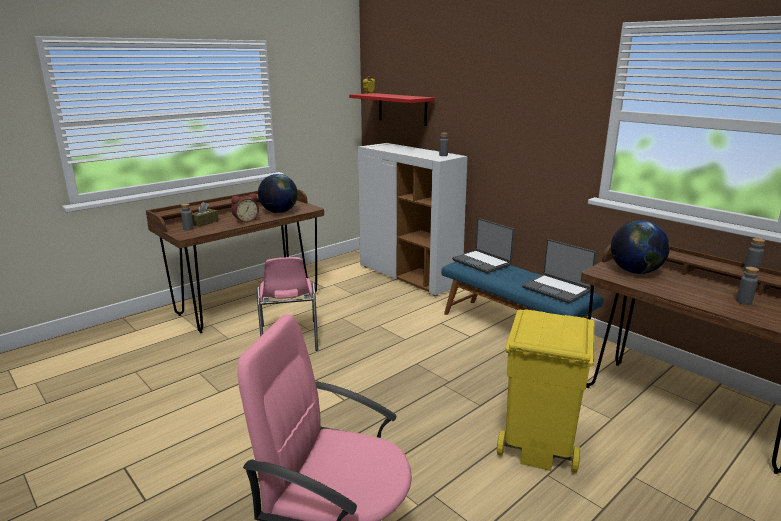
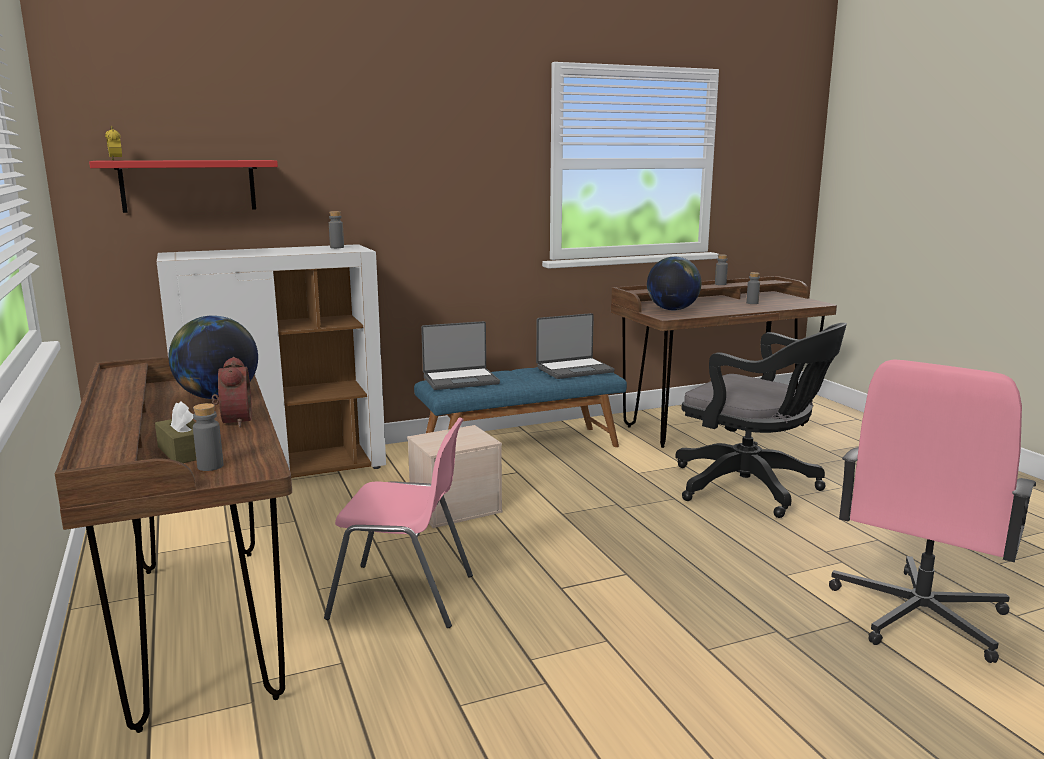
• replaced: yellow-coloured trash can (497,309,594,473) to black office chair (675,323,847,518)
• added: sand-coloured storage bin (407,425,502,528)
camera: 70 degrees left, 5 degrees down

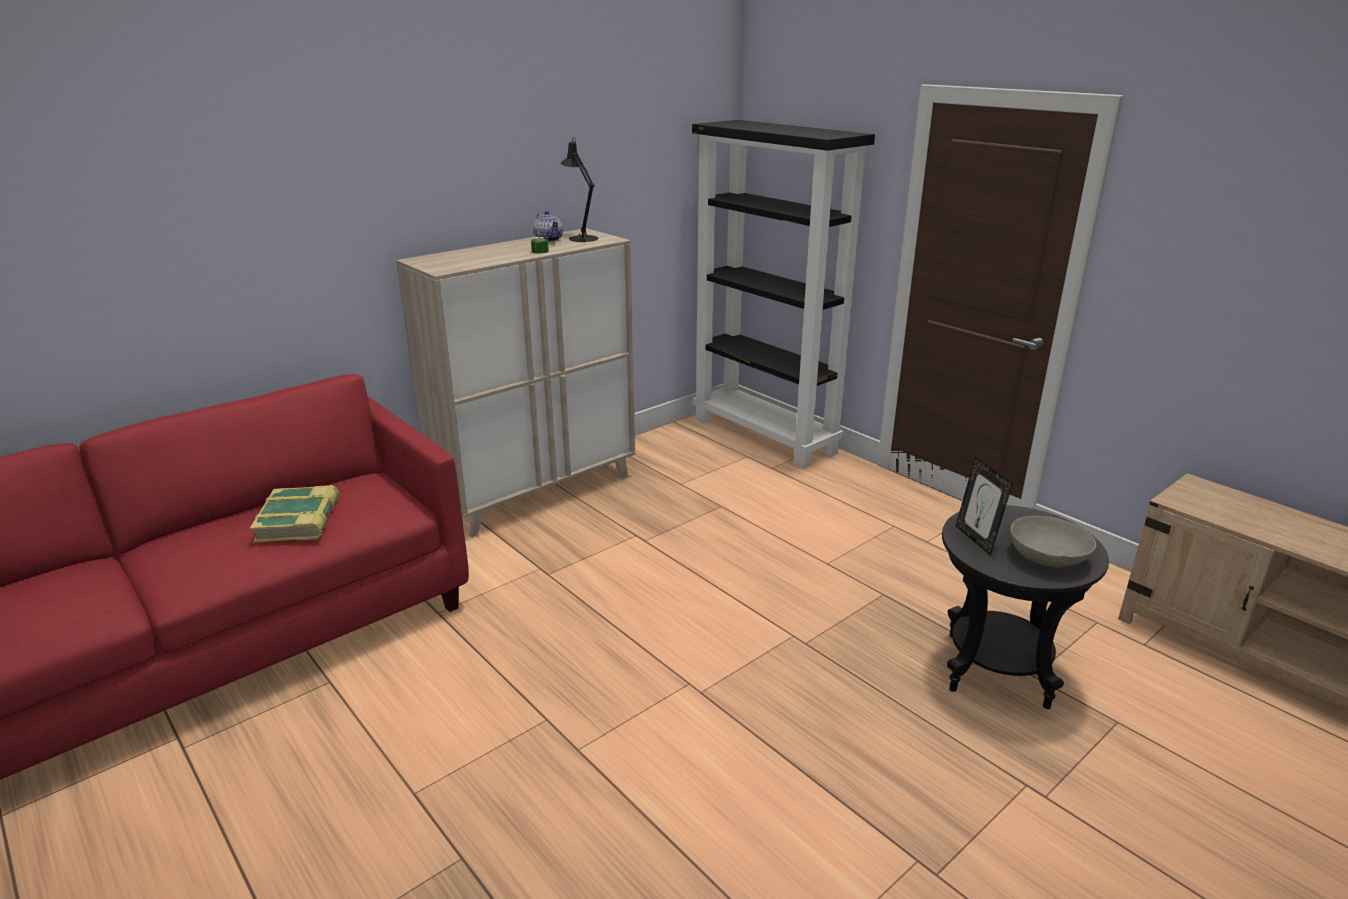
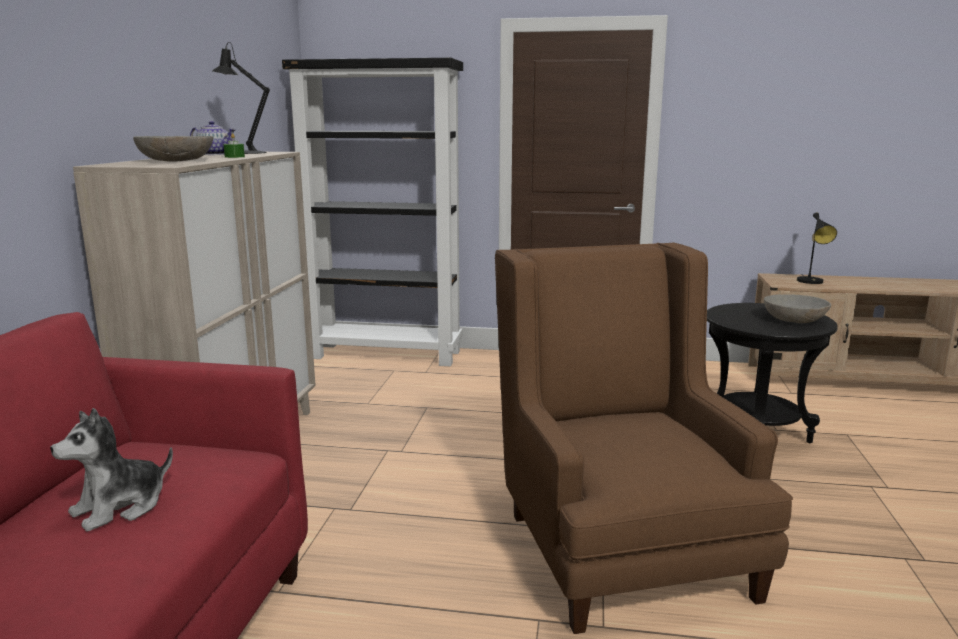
• replaced: bound book (250,485,340,543) to cuddly toy (50,408,173,532)
• removed: picture frame (956,457,1013,556)
• added: grey deep dish (133,136,214,162)
• added: brownish armchair (495,242,793,634)
• added: black table lamp (797,212,837,284)
camera: 40 degrees left, 10 degrees down

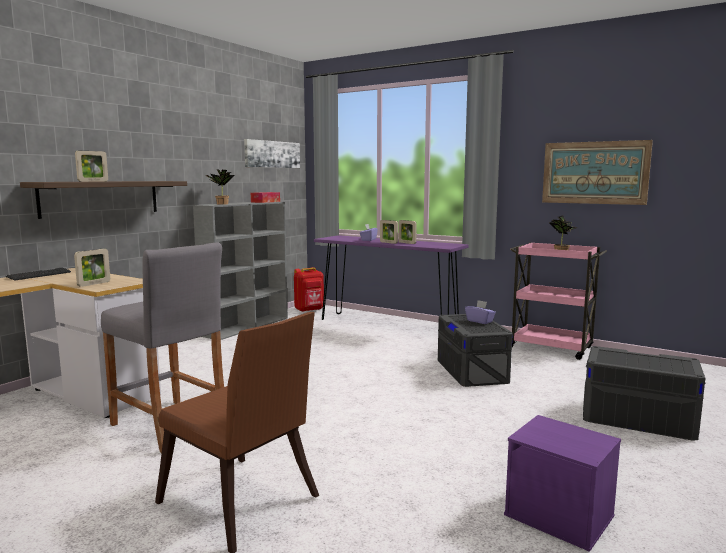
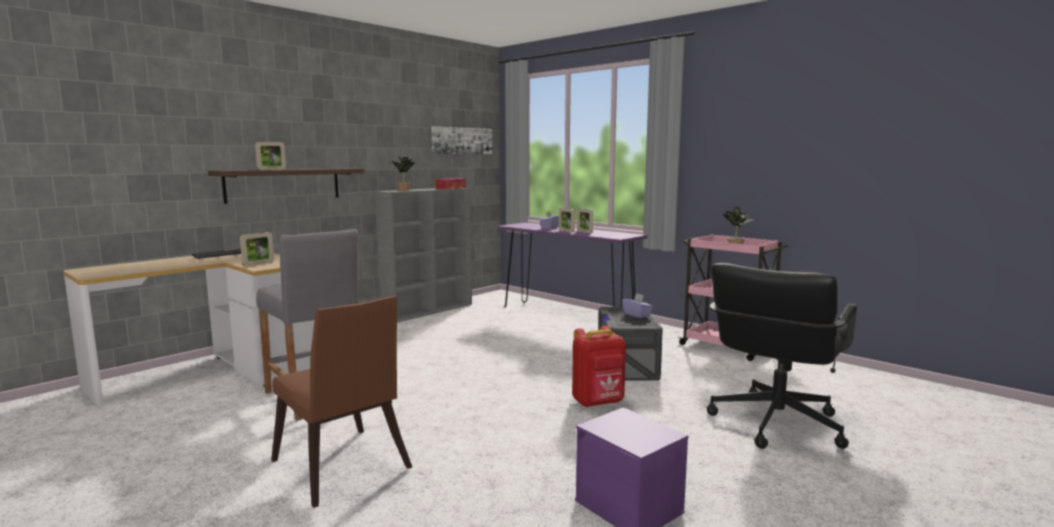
• moved: red-coloured backpack (294,267,324,312) to (572,326,626,407)
• removed: wall picture (542,140,653,205)
• replaced: grey storage bin (583,346,706,441) to black office chair (707,263,857,449)
camera: 10 degrees right, 0 degrees up

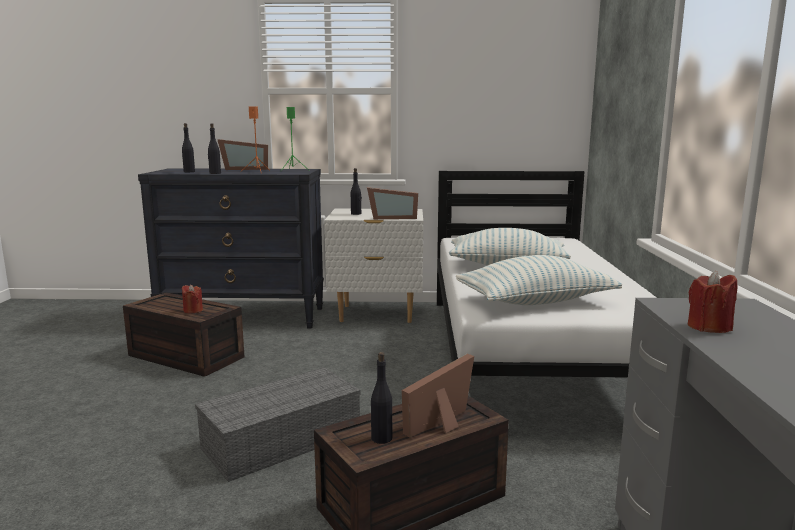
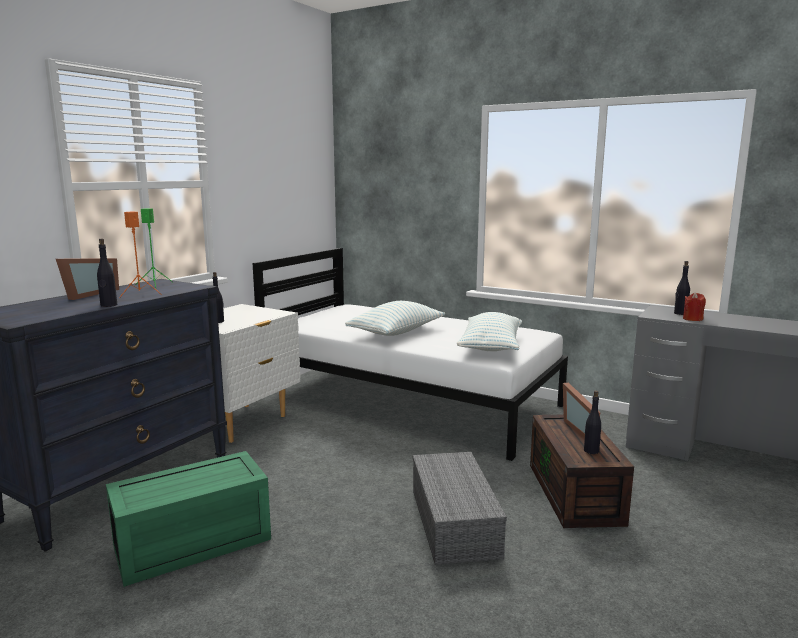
• recoloured: brownish storage bin (123,292,245,377) to green-coloured storage bin (106,451,271,587)
• moved: black drink bottle (182,123,195,172) to (674,261,690,315)
• removed: red-coloured candle (182,284,203,314)
• removed: picture frame (367,187,418,219)
camera: 60 degrees left, 0 degrees up

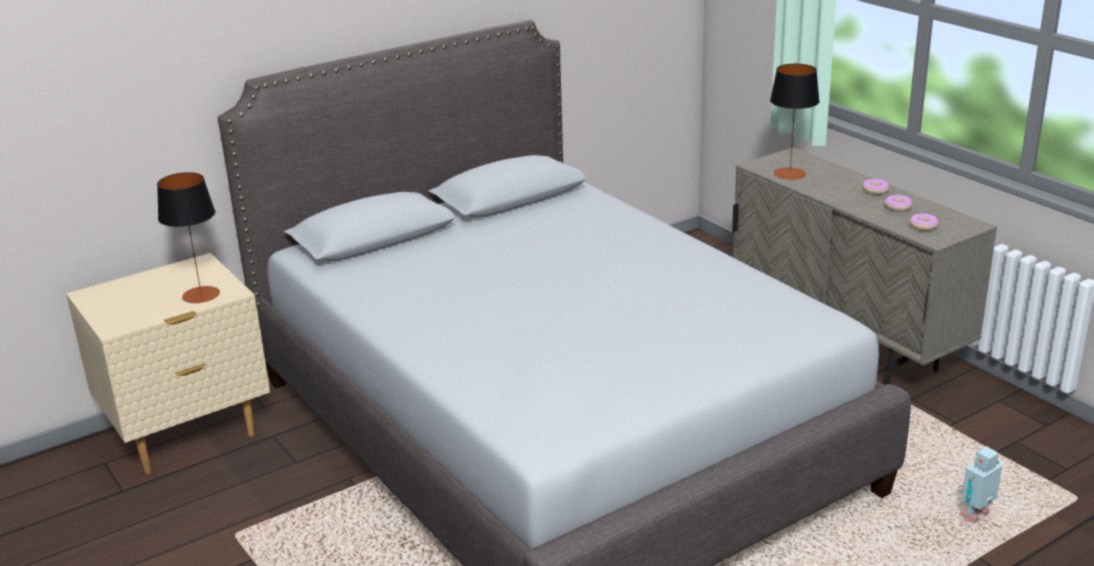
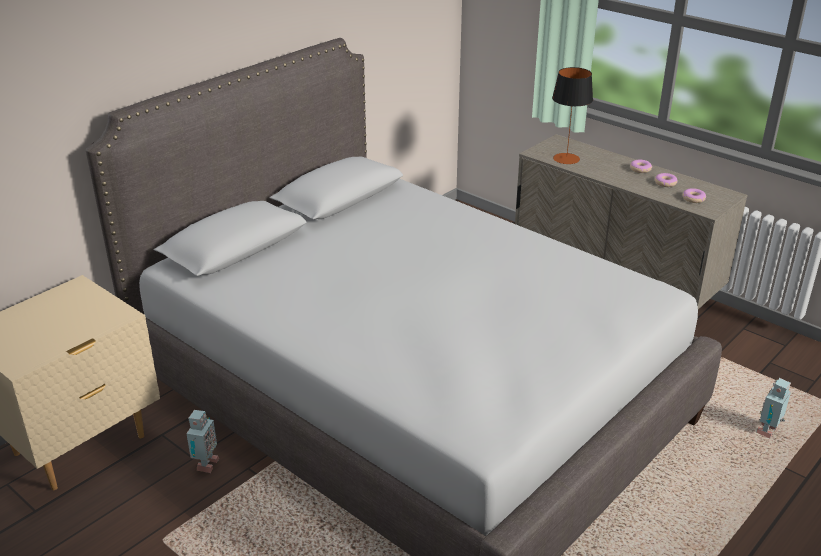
• removed: table lamp (157,172,220,303)
• added: toy robot (186,410,219,473)
camera: 15 degrees left, 5 degrees up

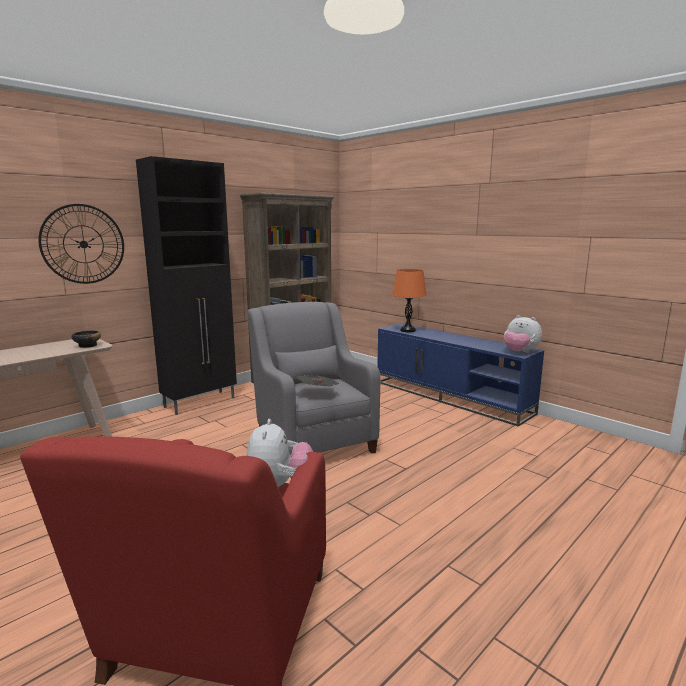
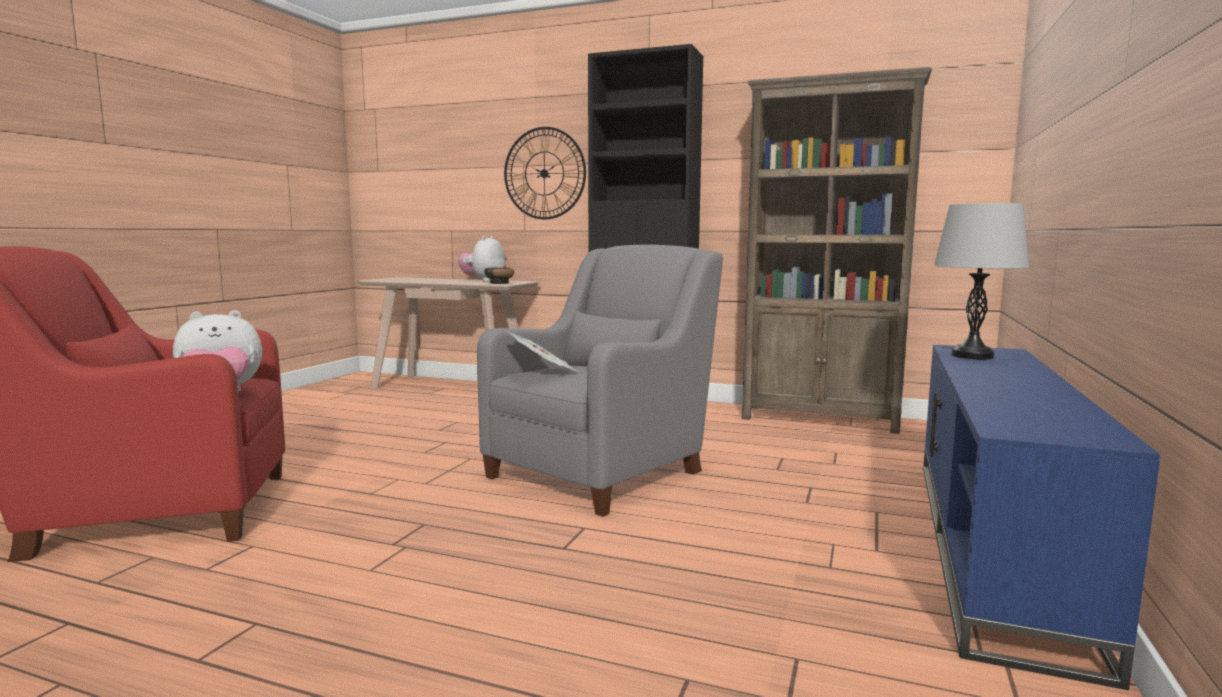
• recoloured: orangey table lamp (392,269,426,332) to grey table lamp (934,203,1029,359)
• moved: cuddly toy (504,315,542,353) to (458,236,505,282)
camera: 65 degrees right, 5 degrees down

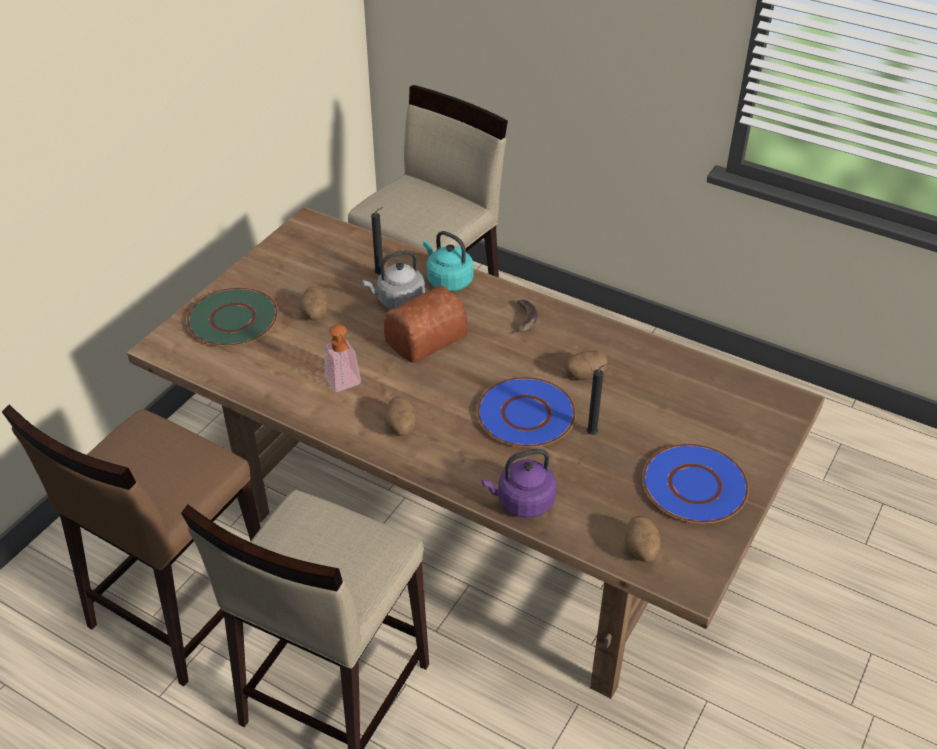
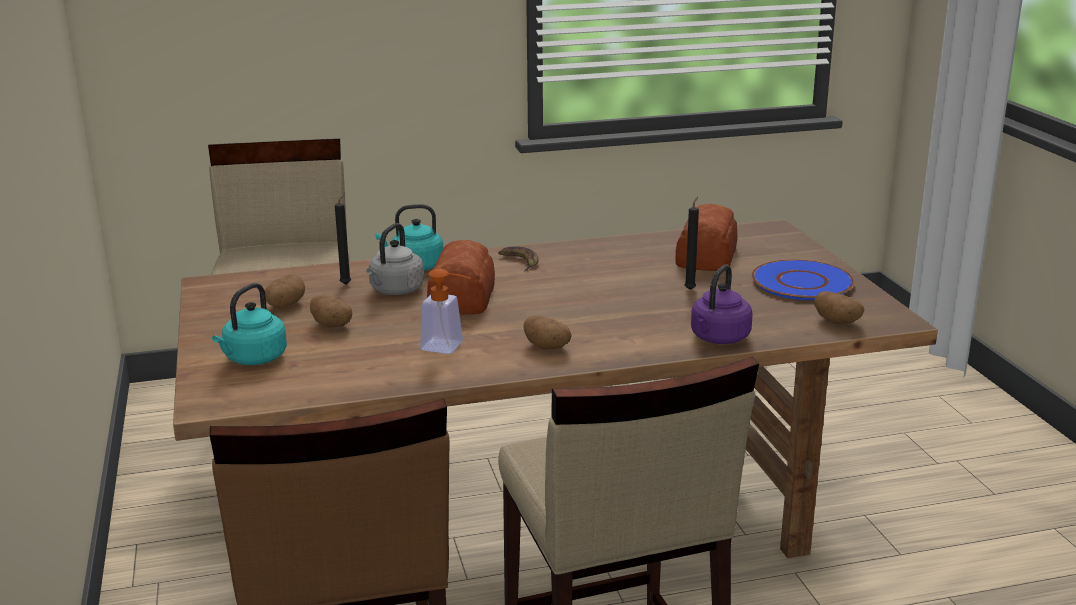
• replaced: green-coloured dinner plate (187,288,278,347) to turquoise kettle (212,283,287,365)
• removed: blue dinner plate (477,377,576,447)
• moved: spud (564,351,608,380) to (265,274,305,308)
• added: bakery bread (676,204,738,271)
camera: 45 degrees left, 20 degrees down

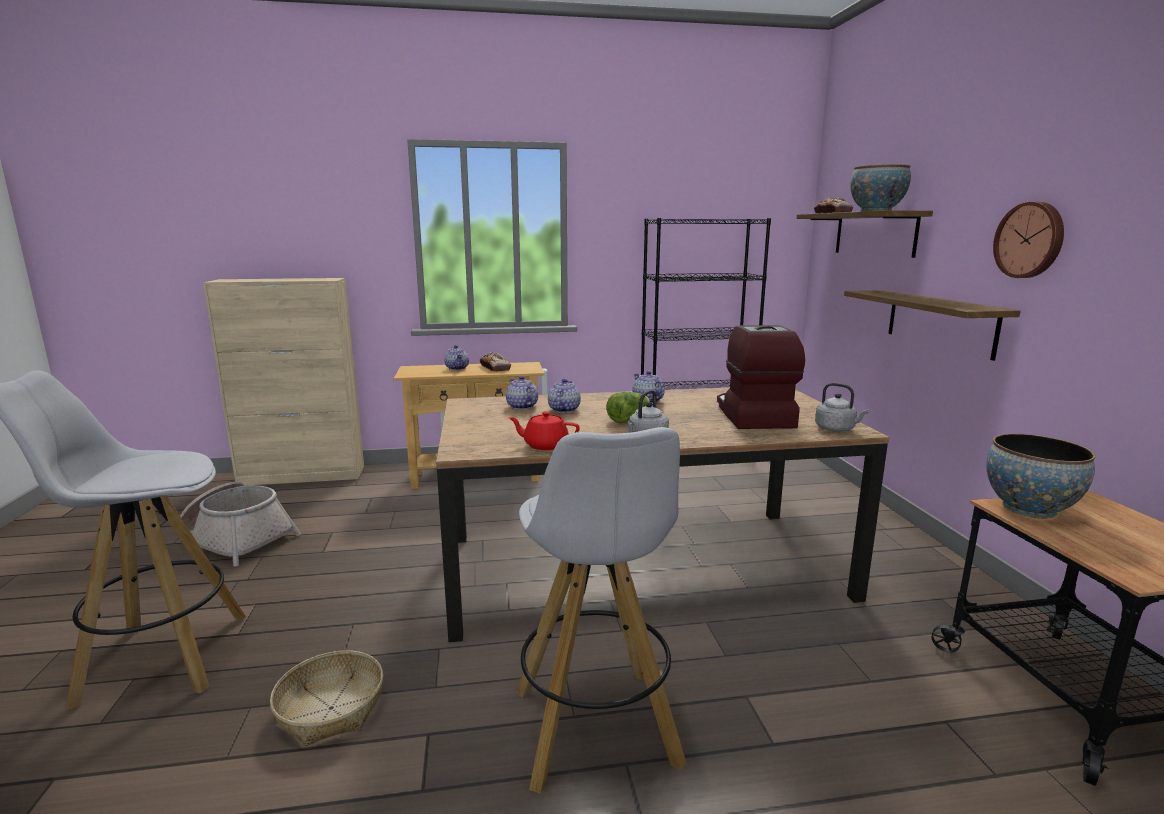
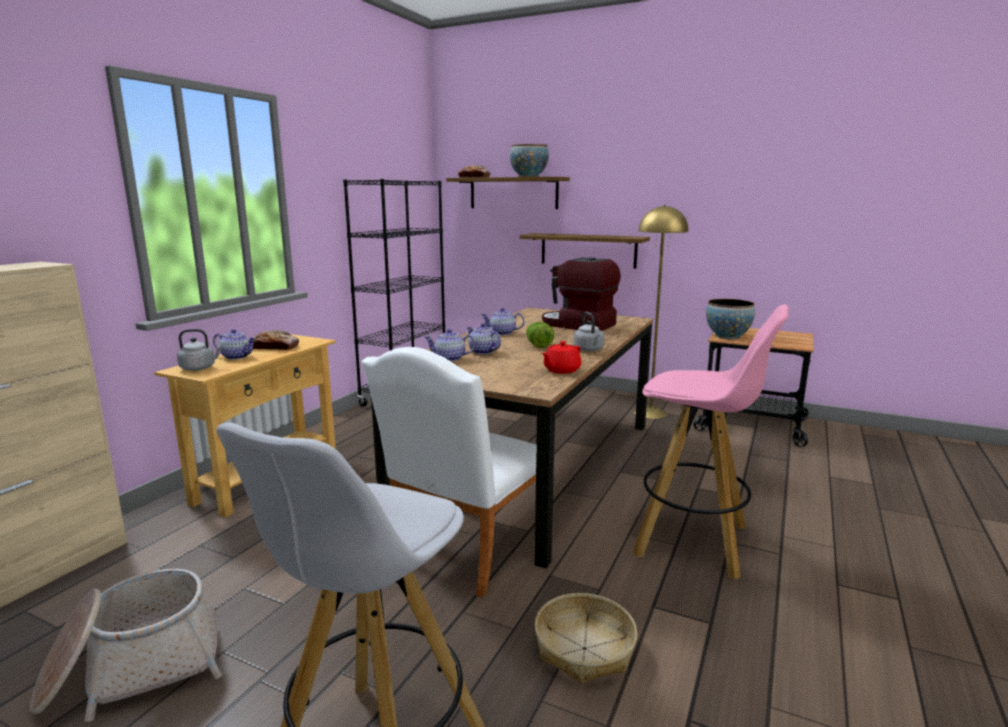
• recoloured: white stool (516,427,687,793) to pink stool (633,305,789,580)
• moved: grey kettle (815,383,869,432) to (177,329,223,371)
• removed: hanging clock (993,202,1064,278)
• added: white plain chair (362,347,536,598)
• added: yellow-coloured floor lamp (634,205,689,419)
camera: 55 degrees left, 0 degrees up

